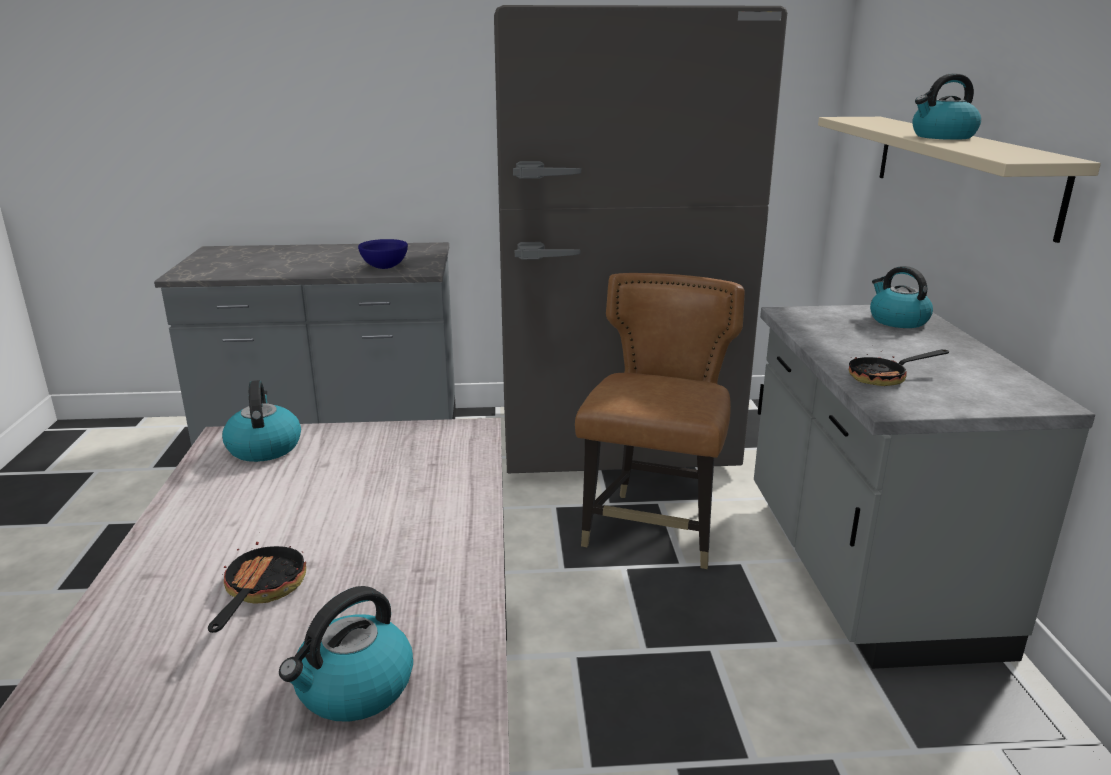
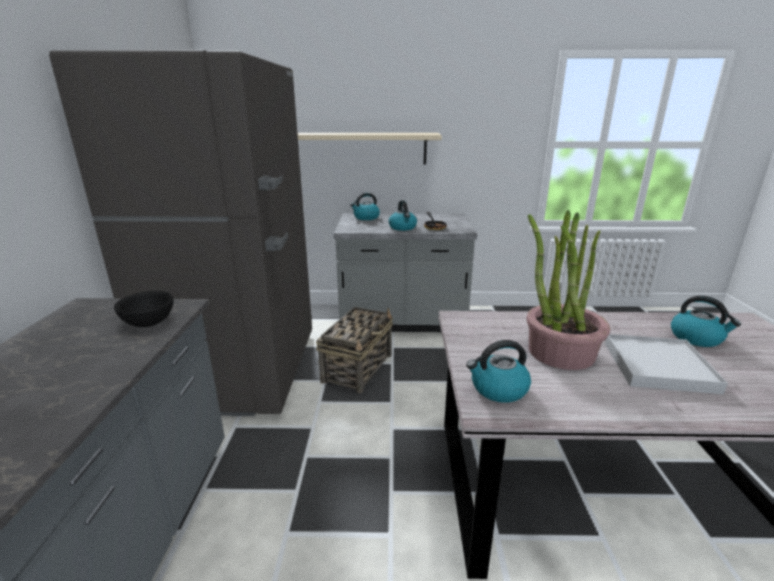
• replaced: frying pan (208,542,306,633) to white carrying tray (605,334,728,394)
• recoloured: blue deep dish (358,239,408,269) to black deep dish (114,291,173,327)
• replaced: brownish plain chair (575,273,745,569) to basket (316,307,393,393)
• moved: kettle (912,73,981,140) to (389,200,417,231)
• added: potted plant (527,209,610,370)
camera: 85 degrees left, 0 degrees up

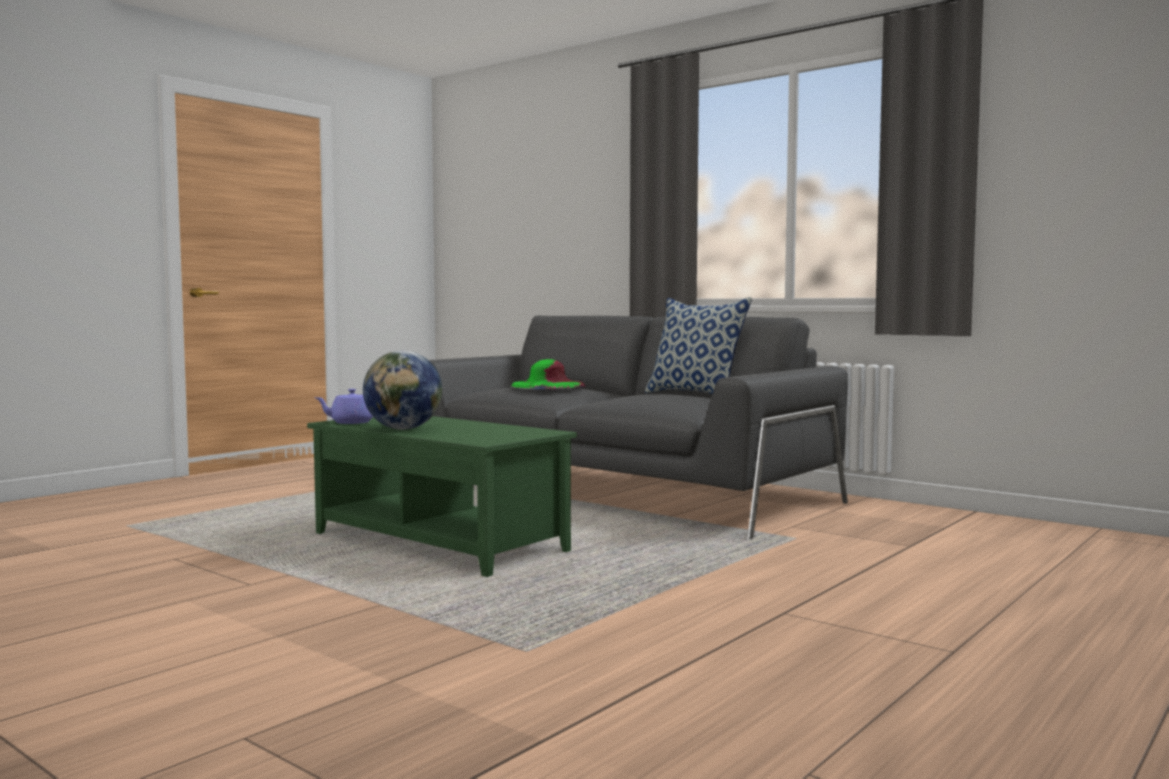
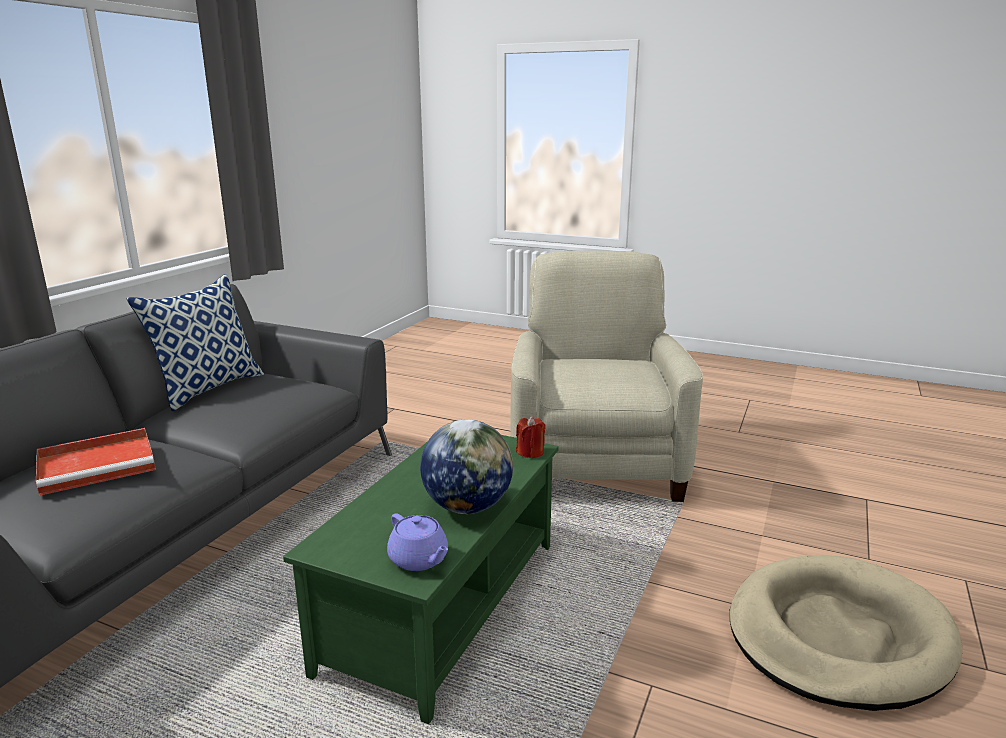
• replaced: green-coloured hat (511,359,586,390) to red-coloured carrying tray (36,428,156,496)
• added: sand-coloured armchair (510,251,703,502)
• added: red-coloured candle (516,416,546,458)
• added: sand-coloured dog bed (730,556,963,711)
camera: 105 degrees left, 15 degrees up

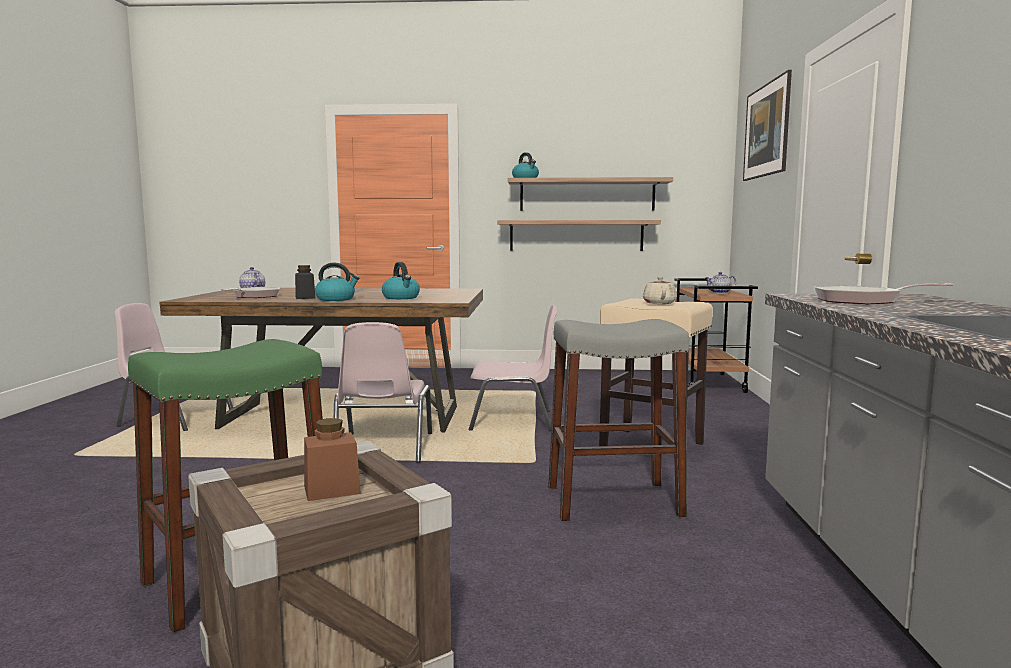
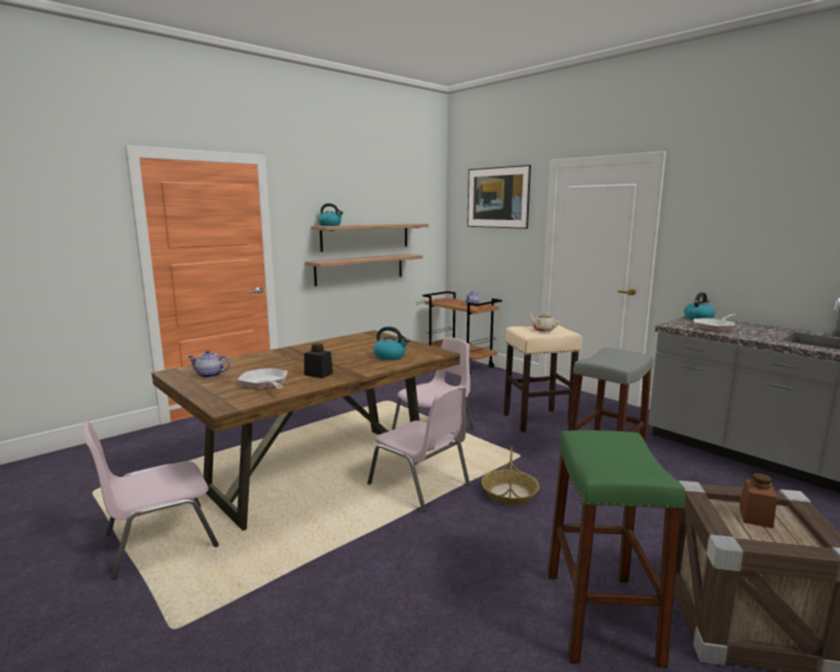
• moved: kettle (315,263,359,301) to (684,292,715,320)
• added: basket (481,446,539,505)
camera: 45 degrees left, 5 degrees up

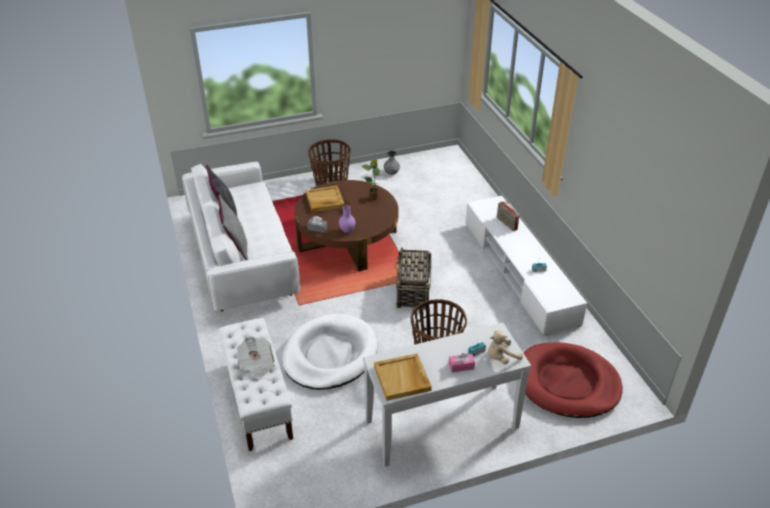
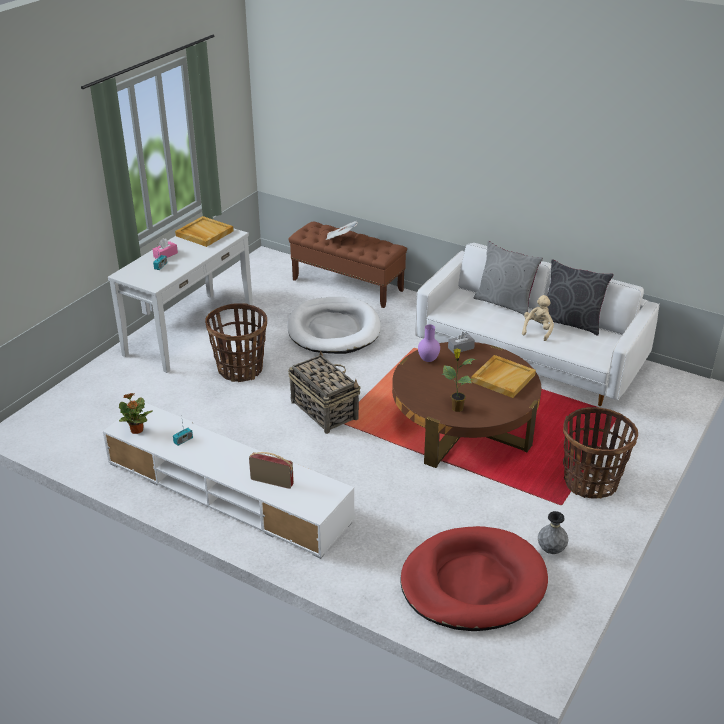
• recoloured: white long seat (218,318,293,451) to brownish long seat (289,221,407,308)
• moved: sand-coloured cuddly toy (488,330,523,364) to (522,295,554,341)
• moved: red-coloured dog bed (523,342,623,418) to (400,526,548,631)
• added: potted plant (119,393,153,434)
camera: 140 degrees right, 5 degrees down

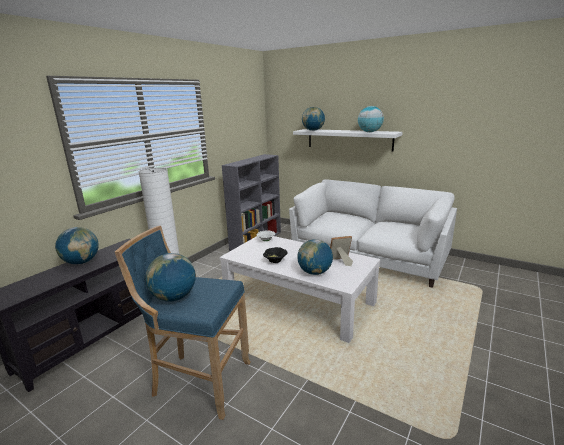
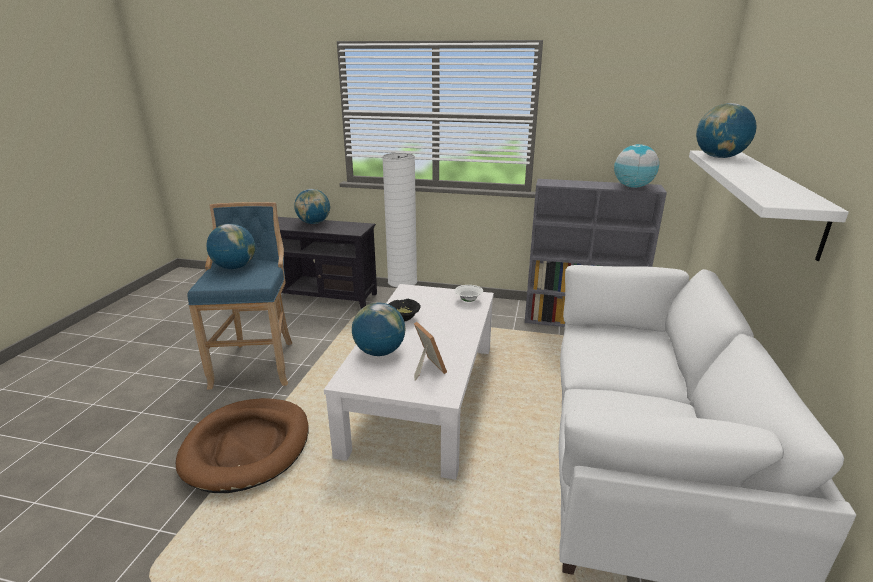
• moved: world globe (358,106,384,132) to (614,144,659,188)
• added: brownish dog bed (176,398,309,493)
camera: 70 degrees right, 5 degrees up

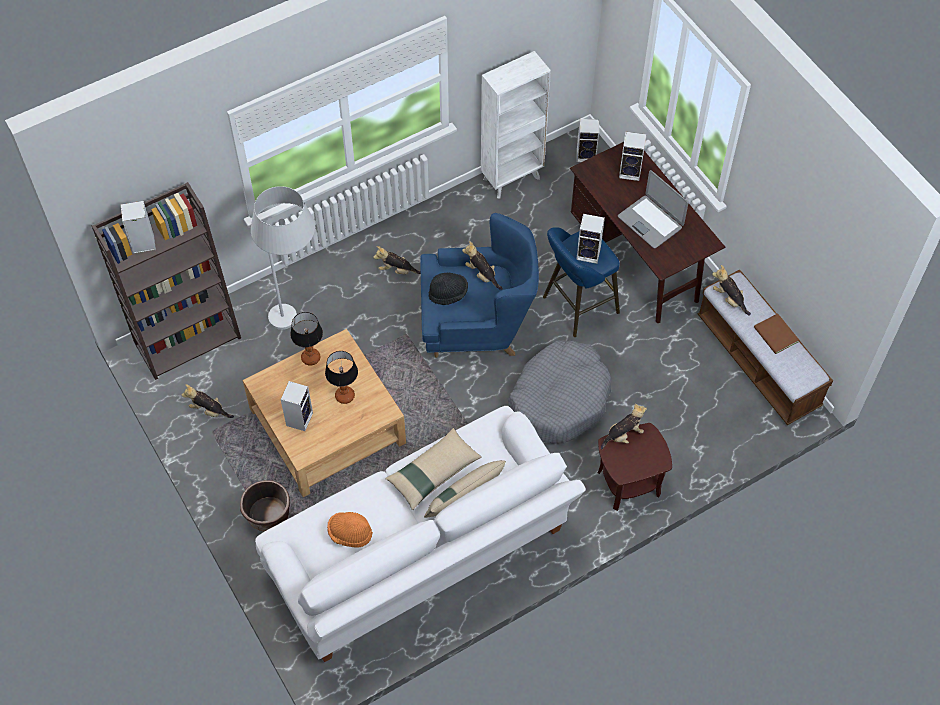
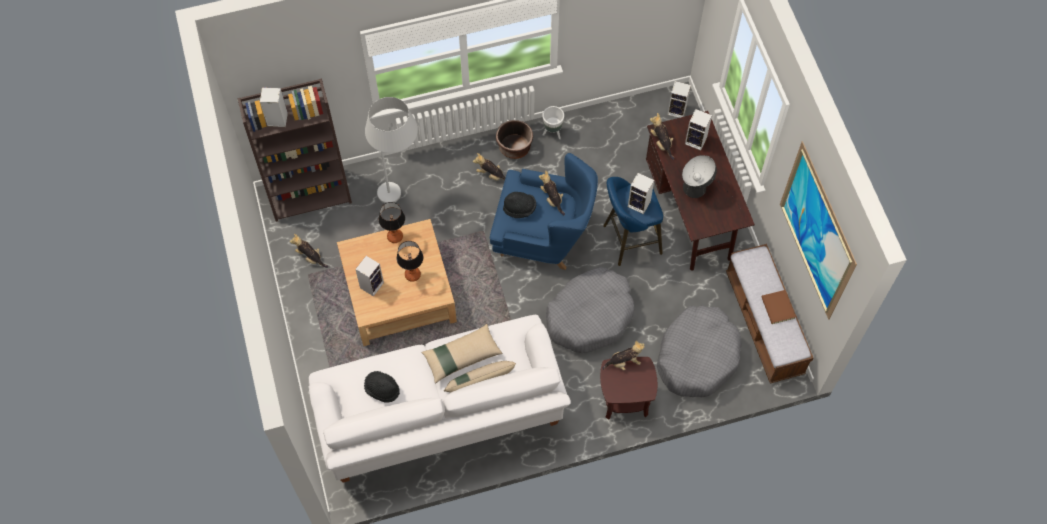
• moved: brownish flower pot (240,480,290,531) to (496,120,533,159)
• recoloured: orangey hat (327,512,373,548) to black hat (364,371,400,403)
• removed: white bookcase (481,51,551,199)
• replaced: notebook computer (618,170,688,248) to table lamp (682,155,741,208)
• moved: cuddly toy (712,265,751,315) to (650,113,674,160)
• added: white flower pot (542,106,564,139)
• added: grey dog bed (657,305,742,397)
• added: wall picture (780,141,857,320)
camera: 15 degrees right, 5 degrees up

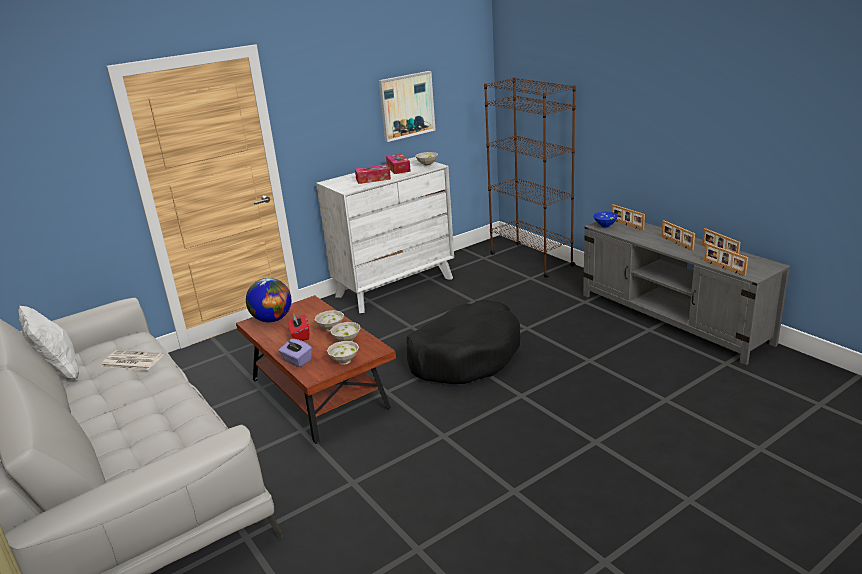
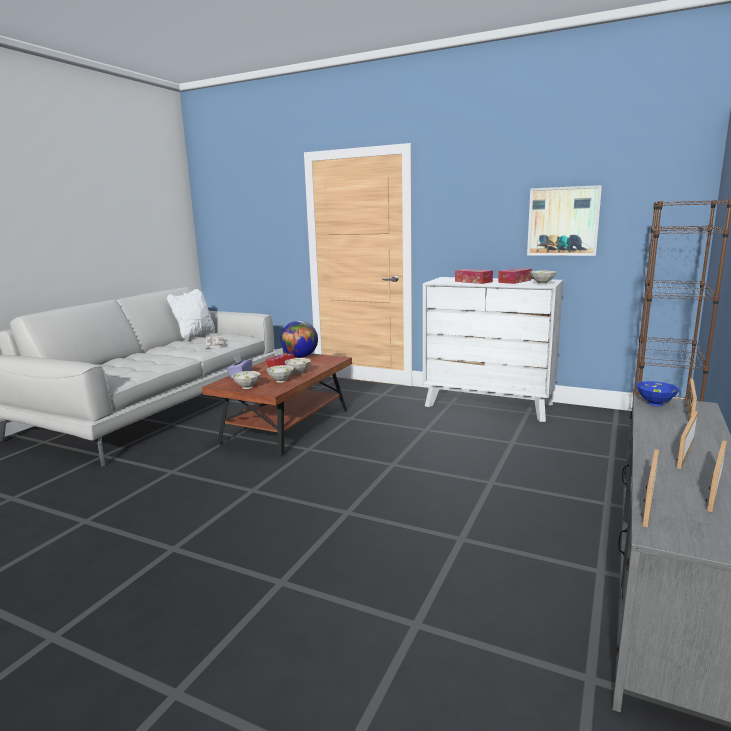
• removed: black dog bed (406,300,520,384)
camera: 60 degrees right, 10 degrees down

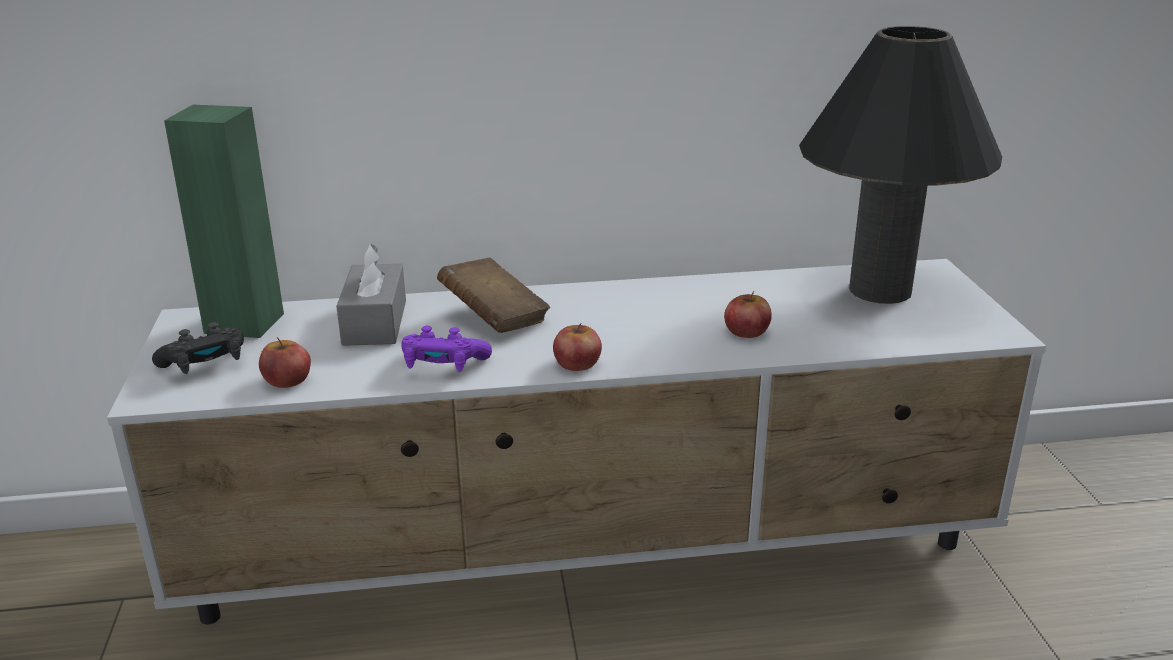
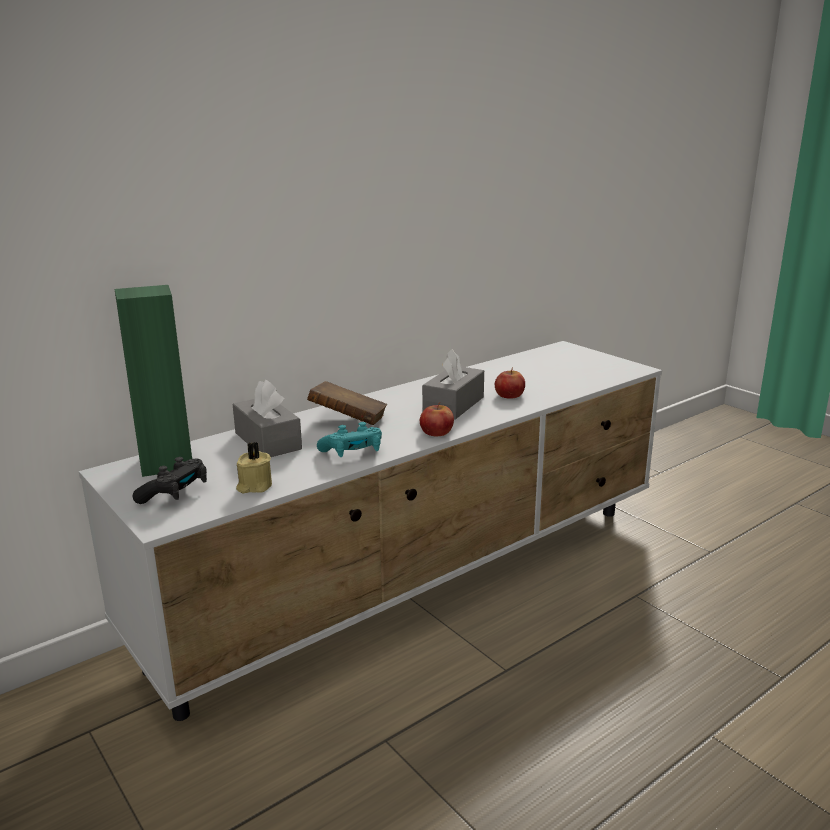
• replaced: whole apple (259,337,311,388) to sand-coloured candle (236,442,272,493)
• recoloured: purple-coloured game controller (401,326,492,372) to turquoise game controller (317,422,382,457)
• removed: black table lamp (799,26,1002,304)
• added: grey tissue box (422,349,484,420)
camera: 30 degrees left, 5 degrees down

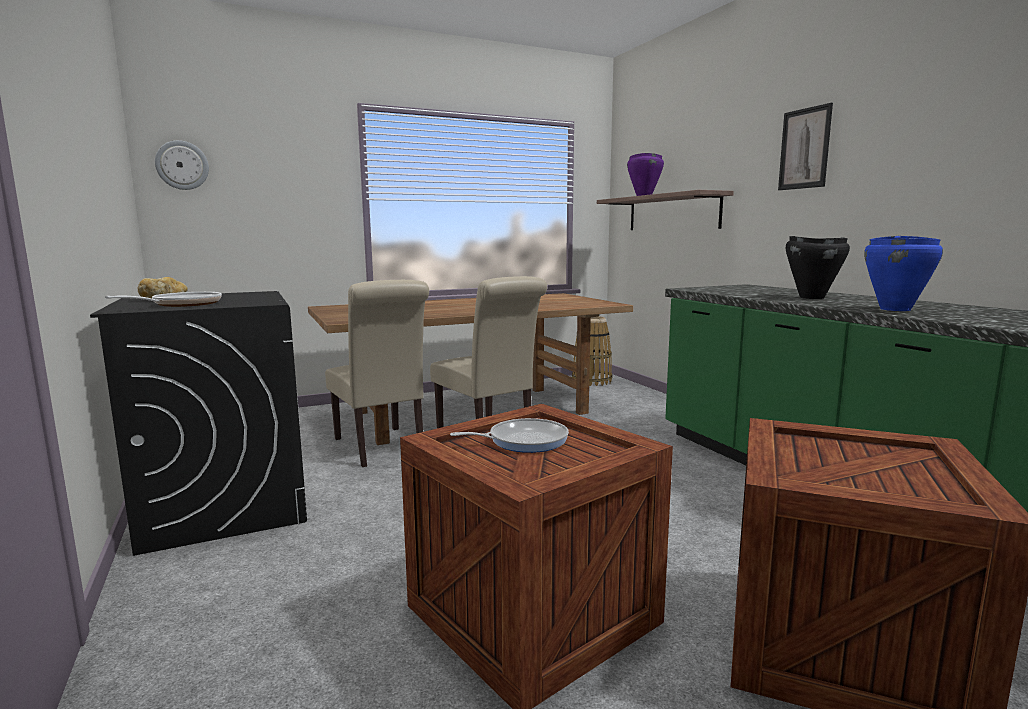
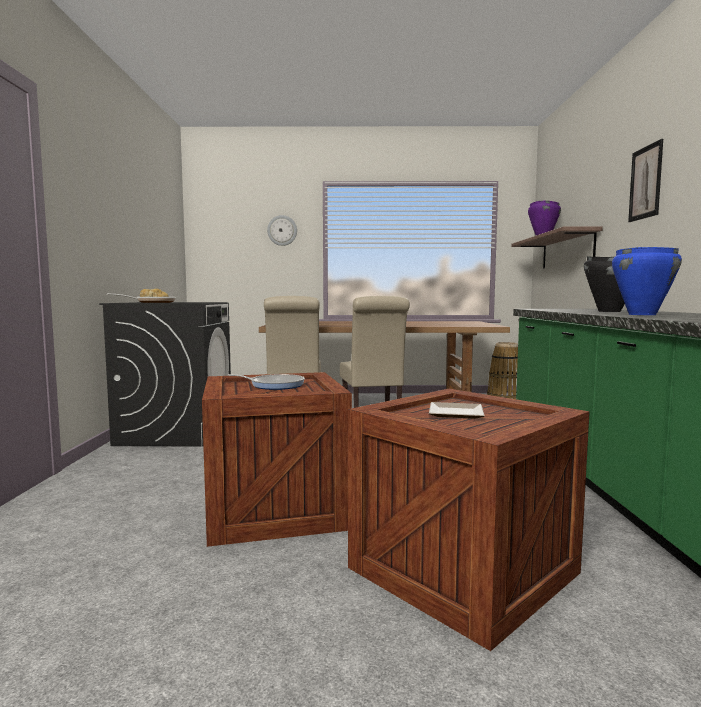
• moved: hanging clock (155,140,209,190) to (267,215,297,246)
• added: dinner plate (429,402,484,419)
camera: 25 degrees right, 5 degrees down

